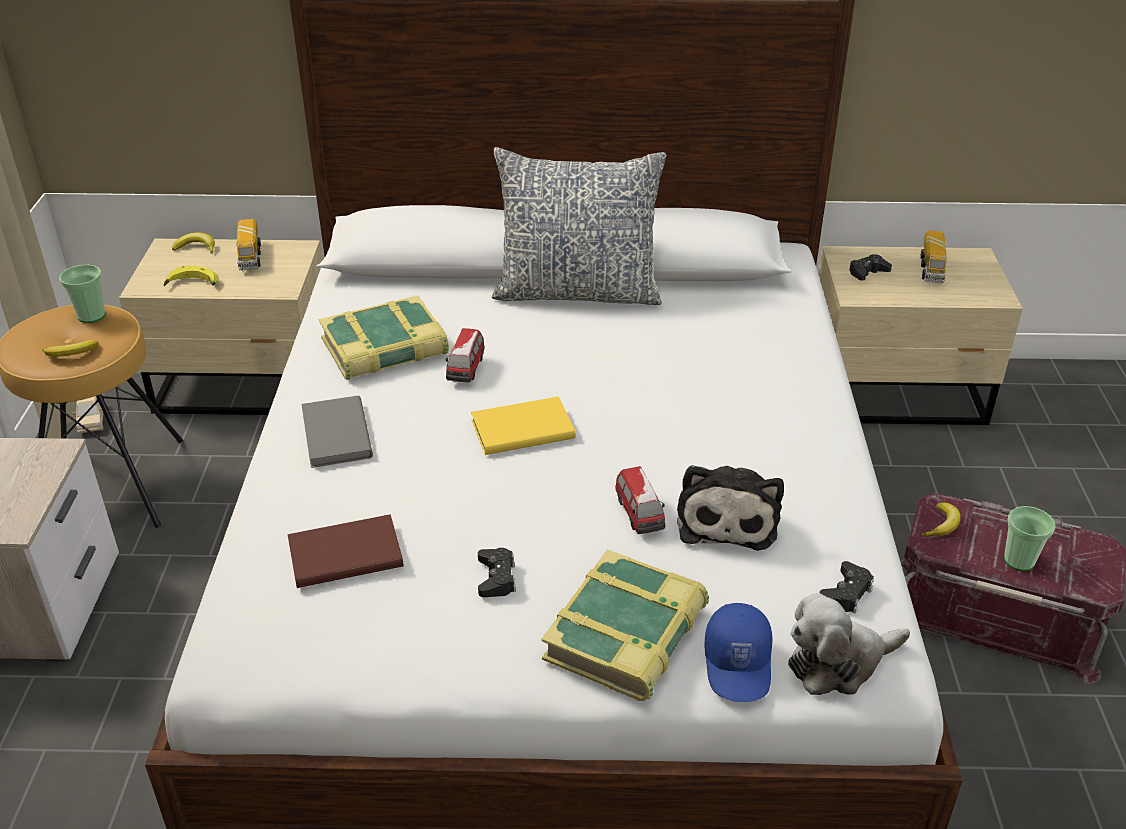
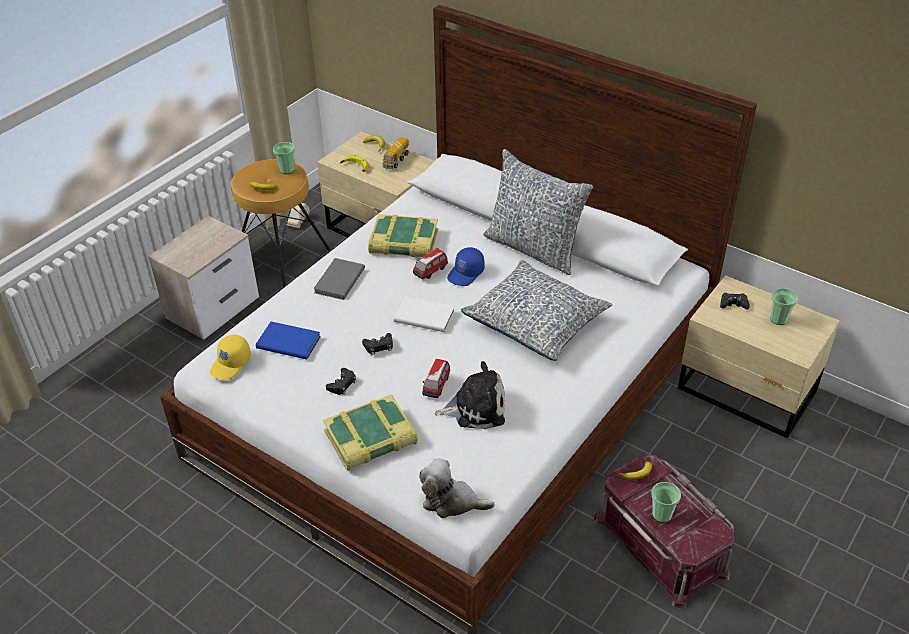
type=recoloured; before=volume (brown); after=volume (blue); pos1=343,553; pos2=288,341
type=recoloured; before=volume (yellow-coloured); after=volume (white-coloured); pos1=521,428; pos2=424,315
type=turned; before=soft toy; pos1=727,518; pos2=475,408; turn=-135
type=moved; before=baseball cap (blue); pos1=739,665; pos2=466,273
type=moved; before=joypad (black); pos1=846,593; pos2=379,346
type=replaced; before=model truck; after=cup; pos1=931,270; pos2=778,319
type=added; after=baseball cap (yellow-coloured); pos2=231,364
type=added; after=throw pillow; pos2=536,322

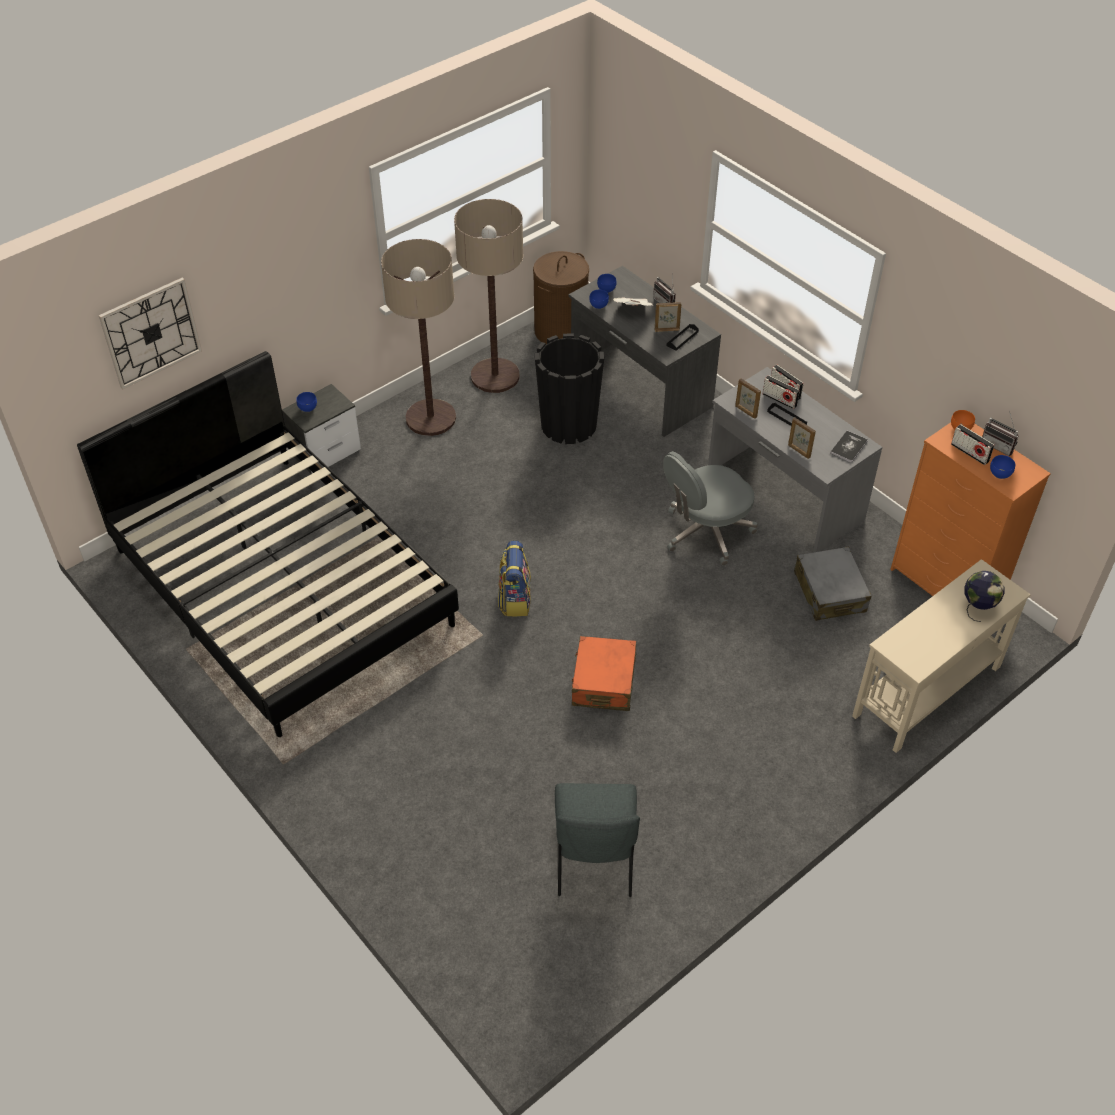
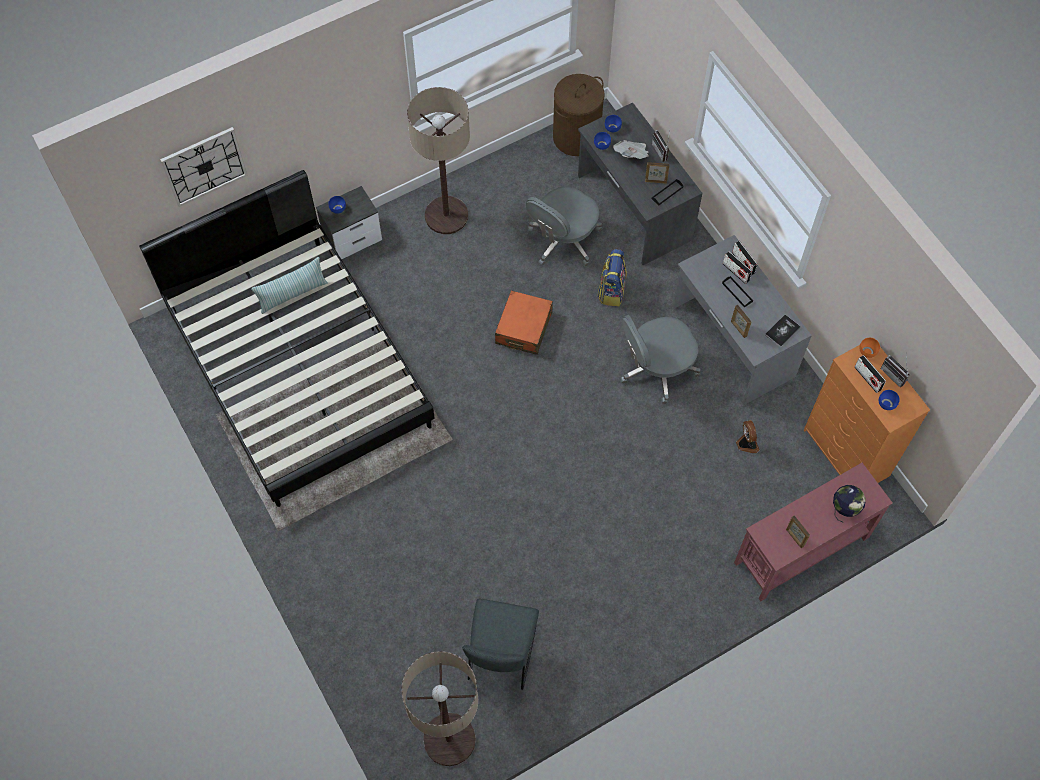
type=moved; before=standard lamp; pos1=495,376; pos2=449,739
type=moved; before=knapsack; pos1=514,599; pos2=611,290
type=replaced; before=planter (black); after=office chair (grey); pos1=568,425; pos2=563,240
type=moved; before=travel case (orange-coloured); pos1=603,682; pos2=523,328
type=moved; before=photo frame; pos1=745,412; pos2=794,538
type=replaced; before=travel case (grey); after=cooling fan; pos1=829,592; pos2=746,443
type=recoloured; before=hall table (sand-coloured); after=hall table (reddish); pos1=926,691; pos2=800,550
type=added; after=throw pillow; pos2=292,294

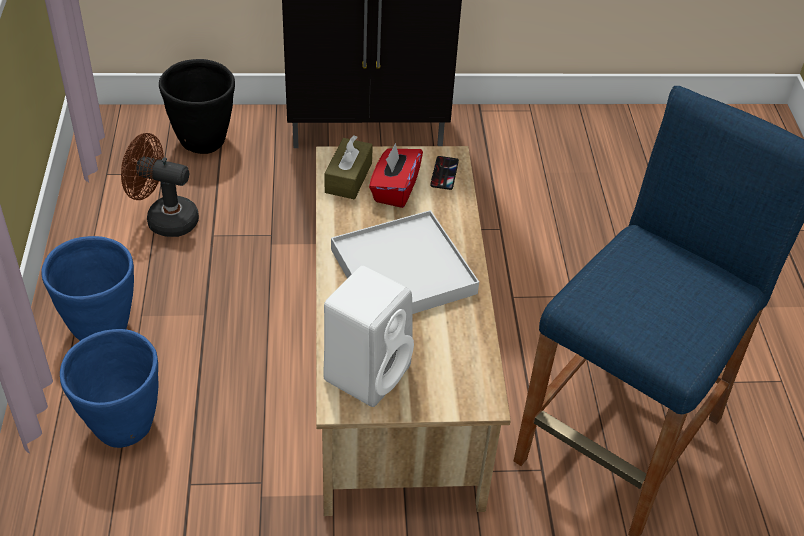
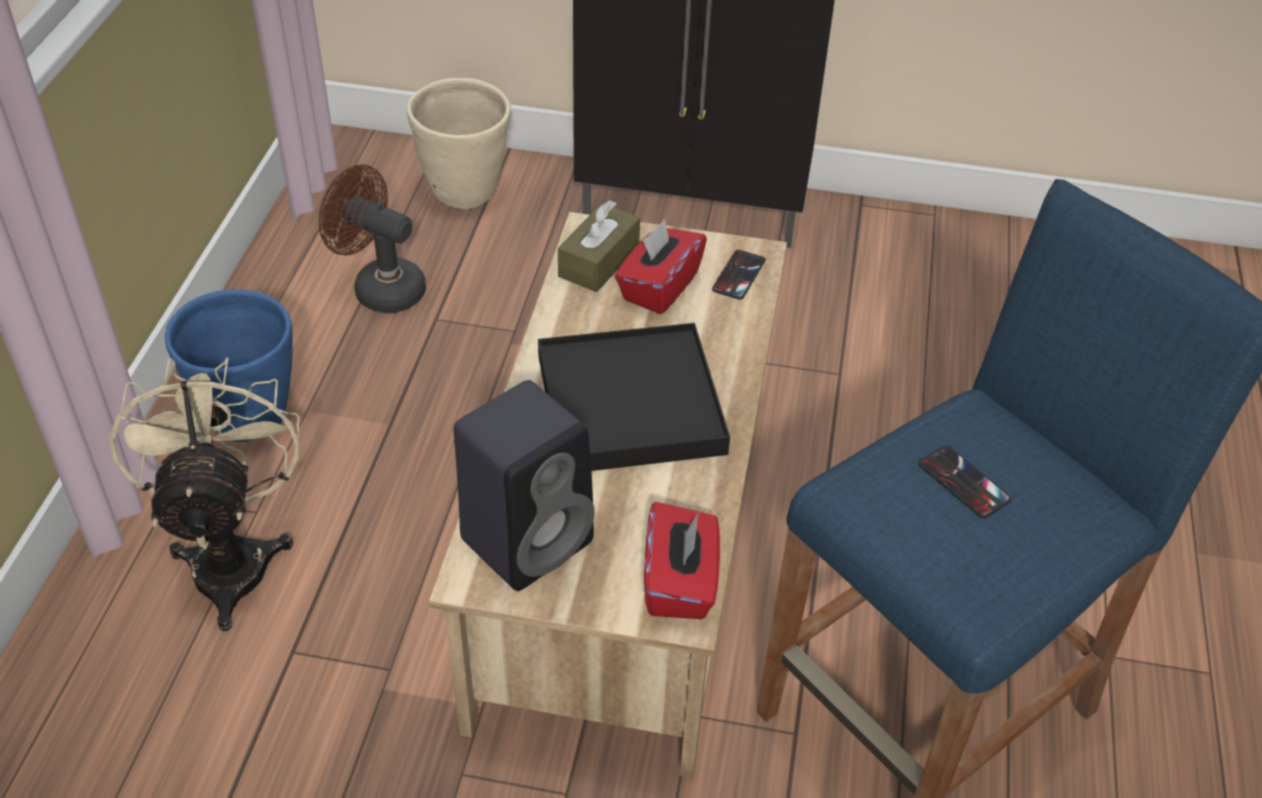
type=replaced; before=planter (blue); after=cooling fan (sand-coloured); pos1=123,427; pos2=232,556
type=recoloured; before=planter (black); after=planter (sand-coloured); pos1=204,142; pos2=465,194
type=recoloured; before=loudspeaker (white-coloured); after=loudspeaker (black); pos1=368,371; pos2=529,538
type=recoloured; before=serving tray (white-coloured); after=serving tray (black); pos1=402,271; pos2=629,404
type=added; after=tissue box (reddish); pos2=680,583
type=added; after=telephone; pos2=963,482

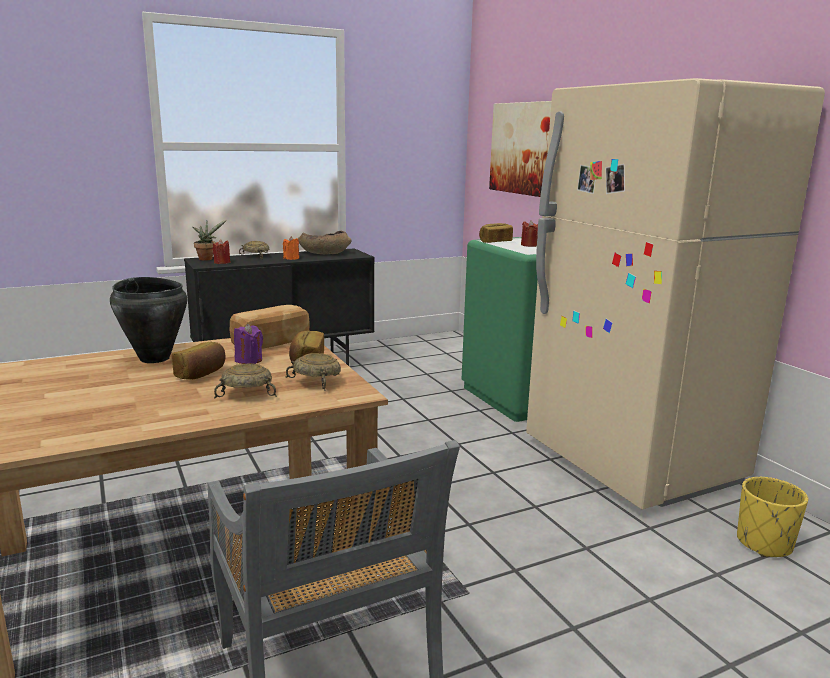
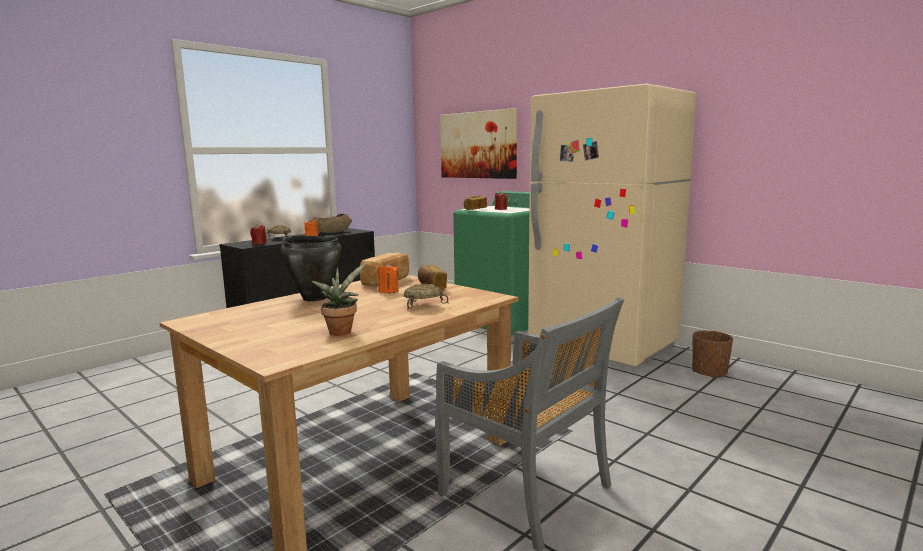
type=removed; before=baked bread; pos1=201,374
type=moved; before=plant in a pot; pos1=207,259; pos2=341,331
type=recoloured; before=wax candle (purplish); after=wax candle (orange-coloured); pos1=249,360; pos2=388,291
type=removed; before=deep dish (sand-coloured); pos1=317,383
type=recoloured; before=planter (yellow-coloured); after=planter (brown); pos1=764,544; pos2=709,372

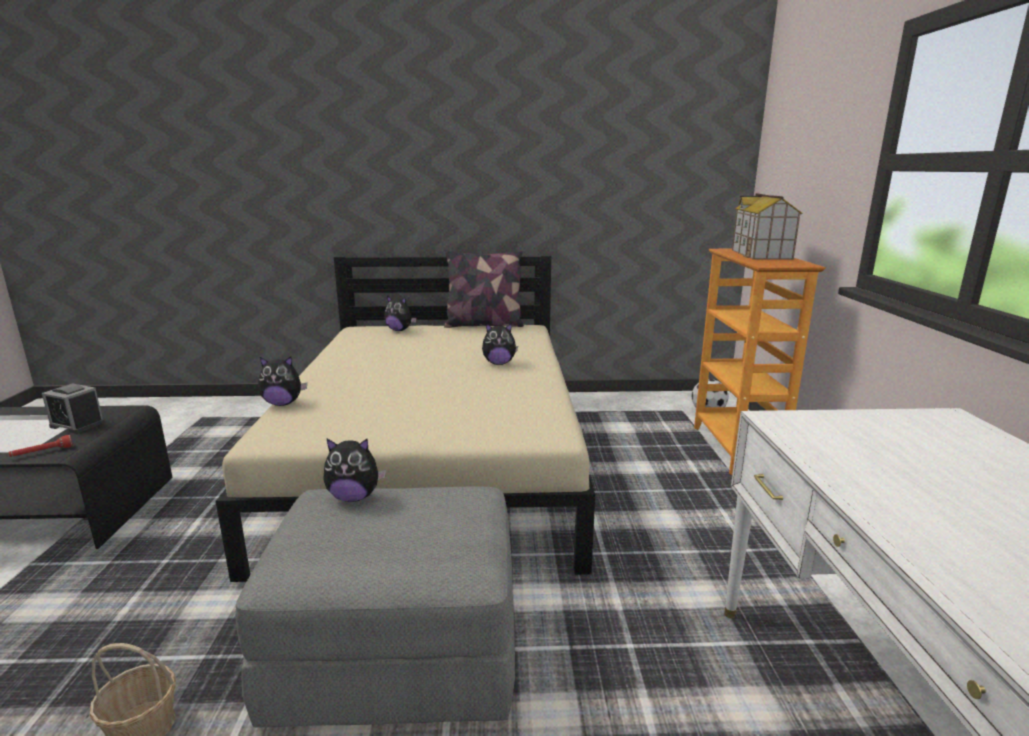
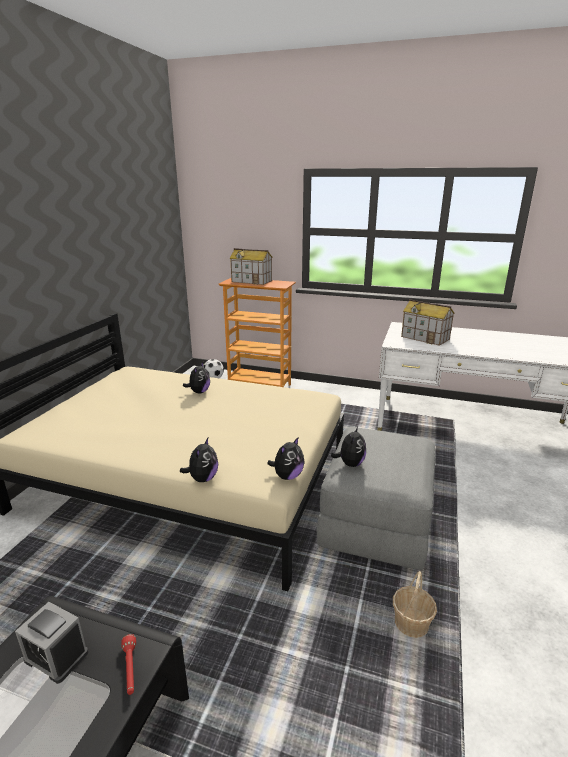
type=turned; before=alarm clock; pos1=77,424; pos2=56,656; turn=75
type=moved; before=soft toy; pos1=399,330; pos2=287,476
type=removed; before=throw pillow; pos1=484,324
type=added; after=toy house; pos2=425,338

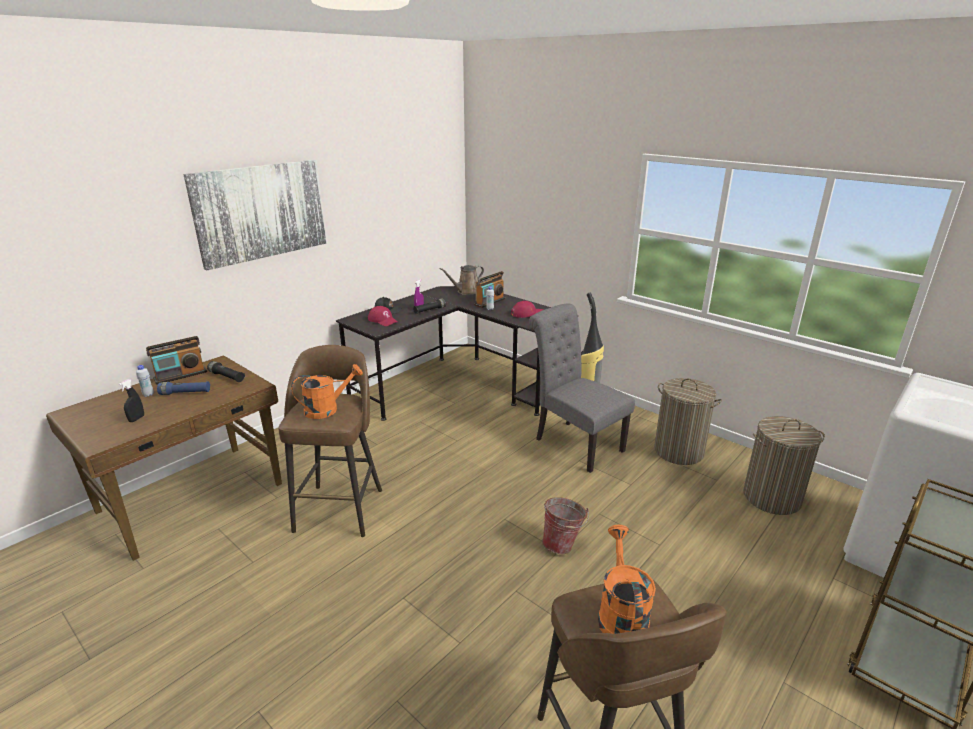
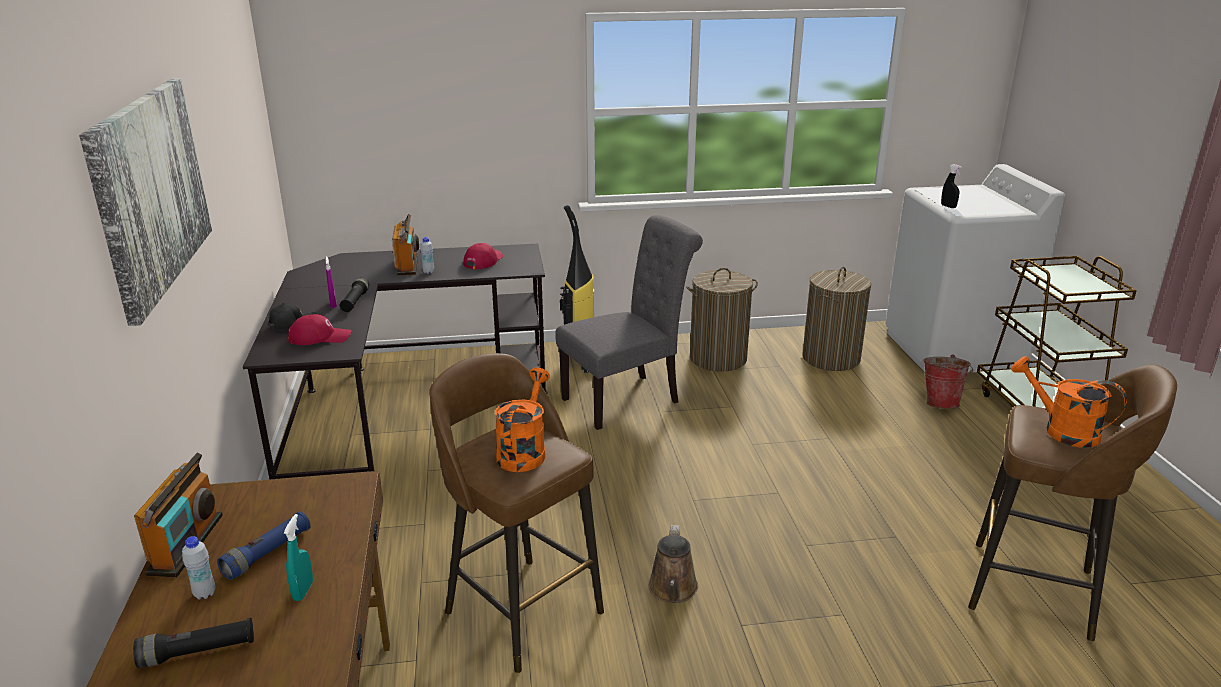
type=moved; before=hand sprayer (black); pos1=136,419; pos2=948,206
type=moved; before=torch (black); pos1=227,377; pos2=198,652
type=moved; before=watering can (brown); pos1=466,291; pos2=673,590
type=turned; before=chair (grey); pos1=574,443; pos2=627,399; turn=150
type=moved; before=bucket; pos1=563,544; pos2=941,403
type=added; after=hand sprayer (turquoise-coloured); pos2=303,591

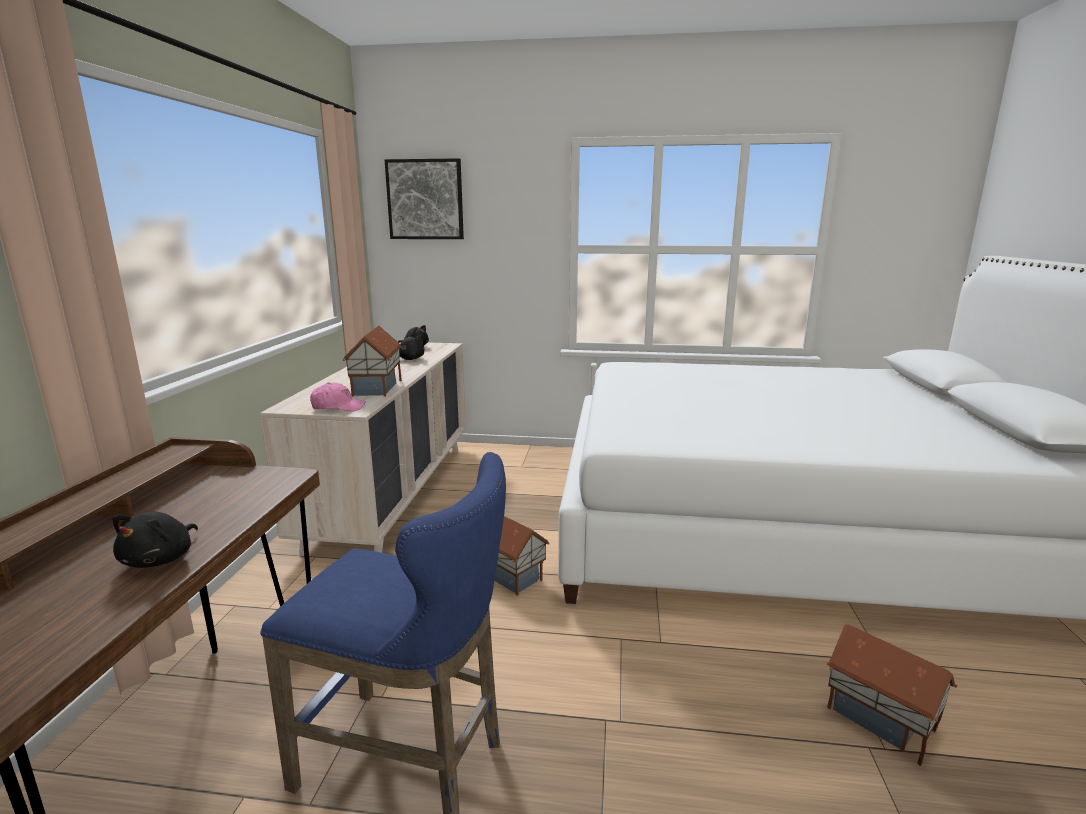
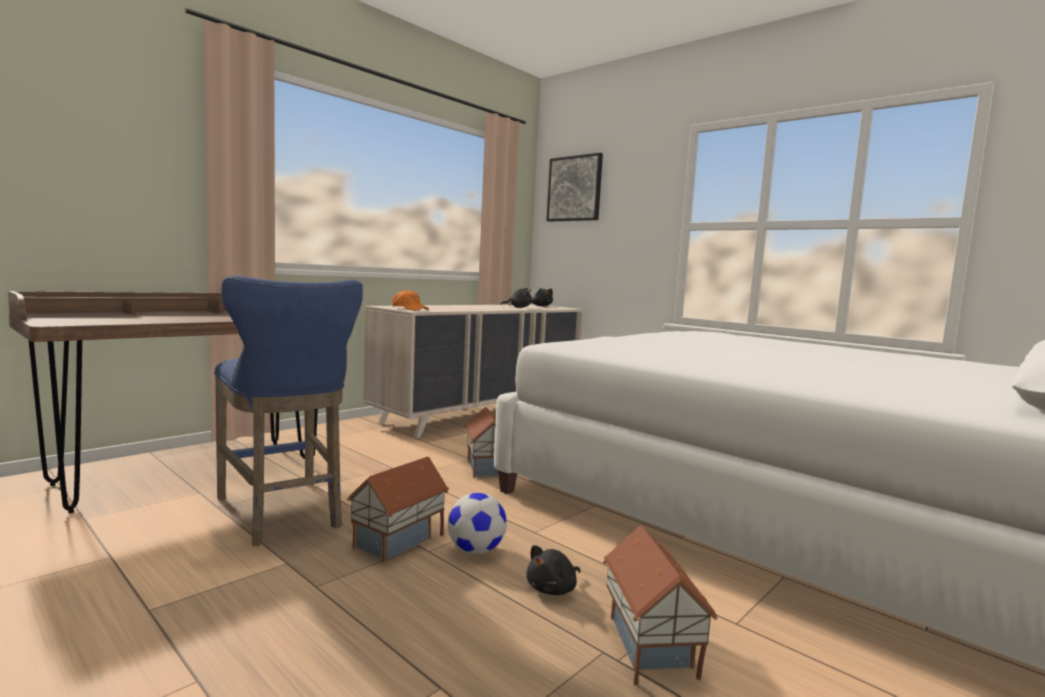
type=moved; before=soft toy (black); pos1=161,559; pos2=553,589
type=recoloured; before=baseball cap (pinkish); after=baseball cap (orange-coloured); pos1=338,407; pos2=409,309
type=moved; before=toy house; pos1=378,388; pos2=400,541
type=added; after=football; pos2=475,550

